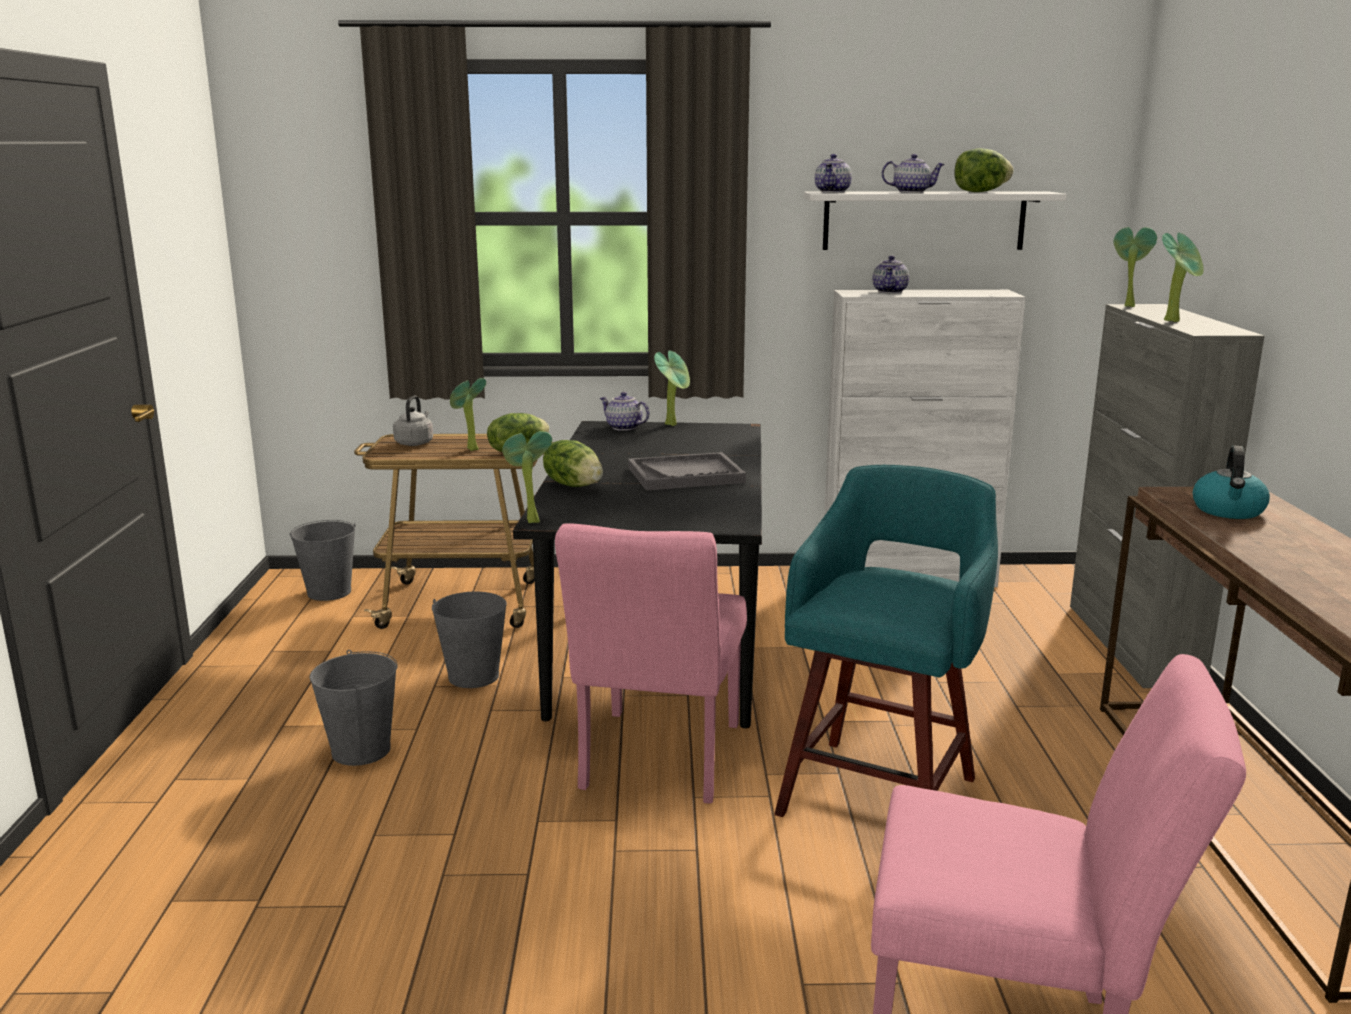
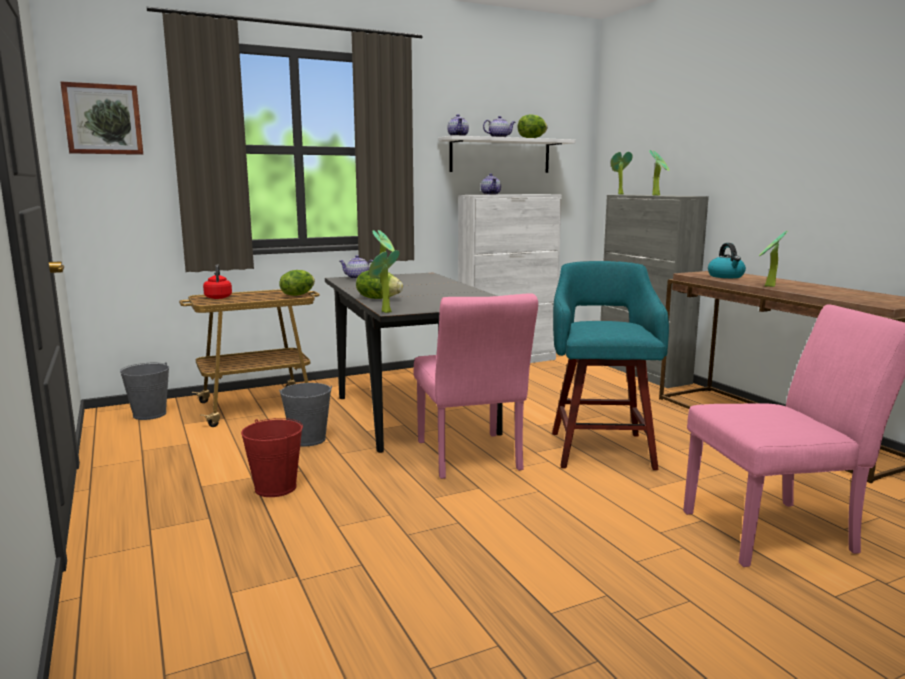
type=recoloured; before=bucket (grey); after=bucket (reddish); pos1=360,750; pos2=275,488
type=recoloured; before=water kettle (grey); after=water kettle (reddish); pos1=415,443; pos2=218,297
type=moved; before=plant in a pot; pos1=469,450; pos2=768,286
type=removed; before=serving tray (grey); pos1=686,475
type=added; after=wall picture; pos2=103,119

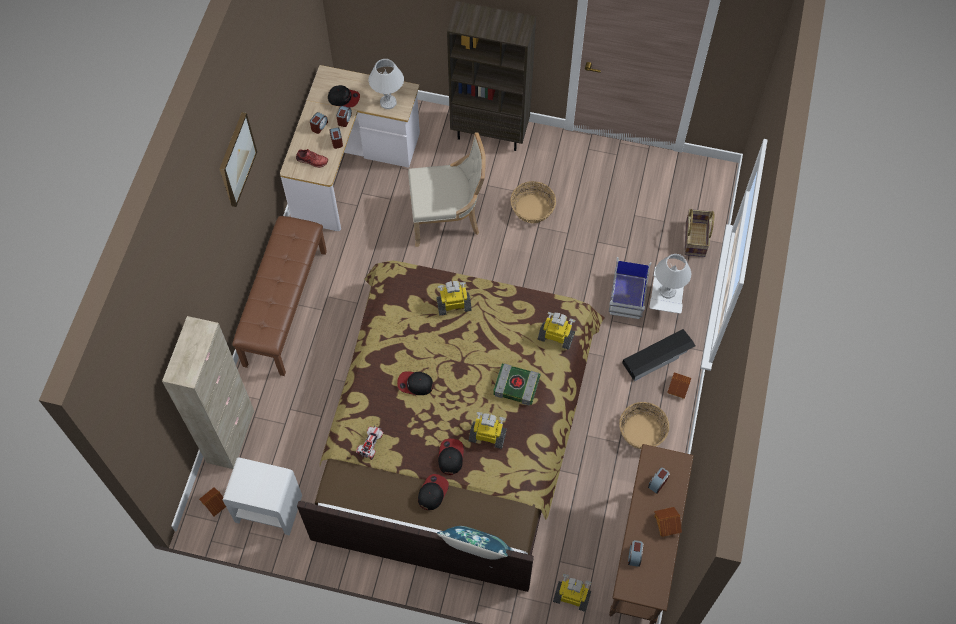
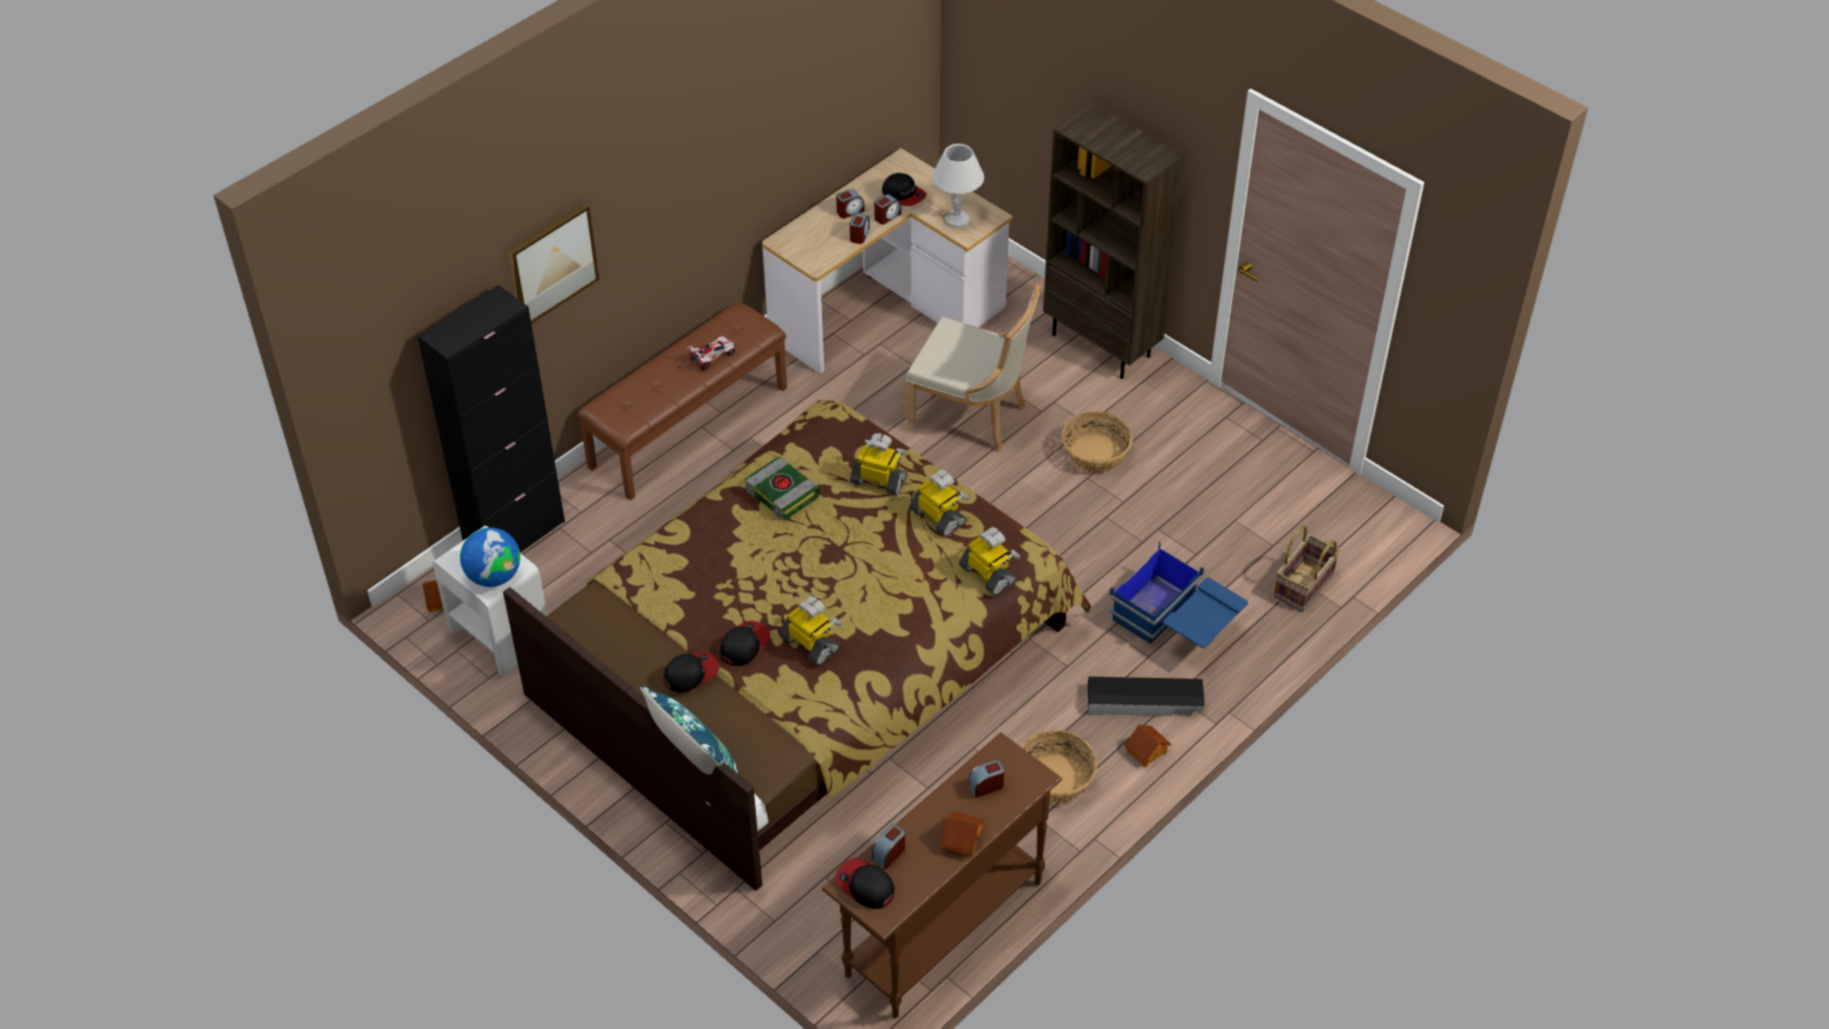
type=recoloured; before=cabinet (sand-coloured); after=cabinet (black); pos1=231,436; pos2=515,536
type=moved; before=wall picture; pos1=236,159; pos2=552,263
type=removed; before=low shoe (reddish); pos1=312,161
type=moved; before=toy car; pos1=370,445; pos2=712,357
type=moved; before=baseball cap; pos1=415,384; pos2=865,885
type=moved; before=volume; pos1=517,386; pos2=784,494
type=moved; before=robot figure; pos1=572,596; pos2=939,517
type=recoloured; before=storage box (white-coloured); after=storage box (blue); pos1=645,300; pos2=1176,626
type=removed; before=lamp for a table (white-coloured); pos1=668,291
type=added; after=globe; pos2=494,576

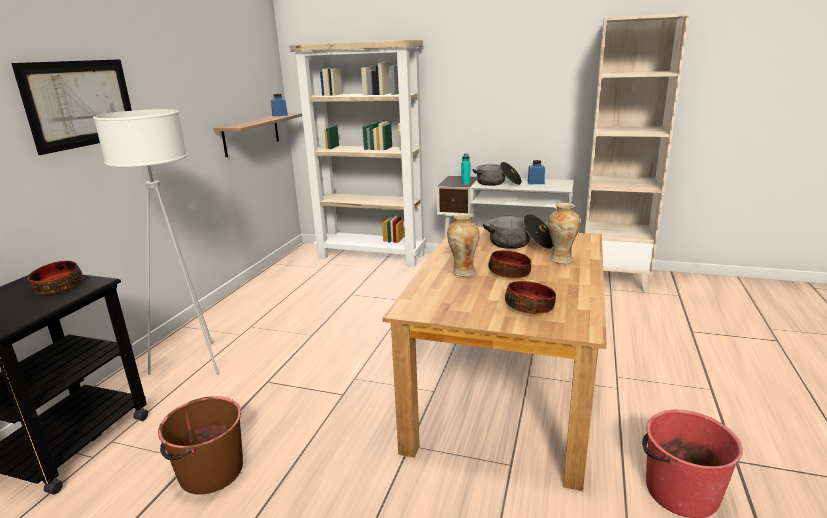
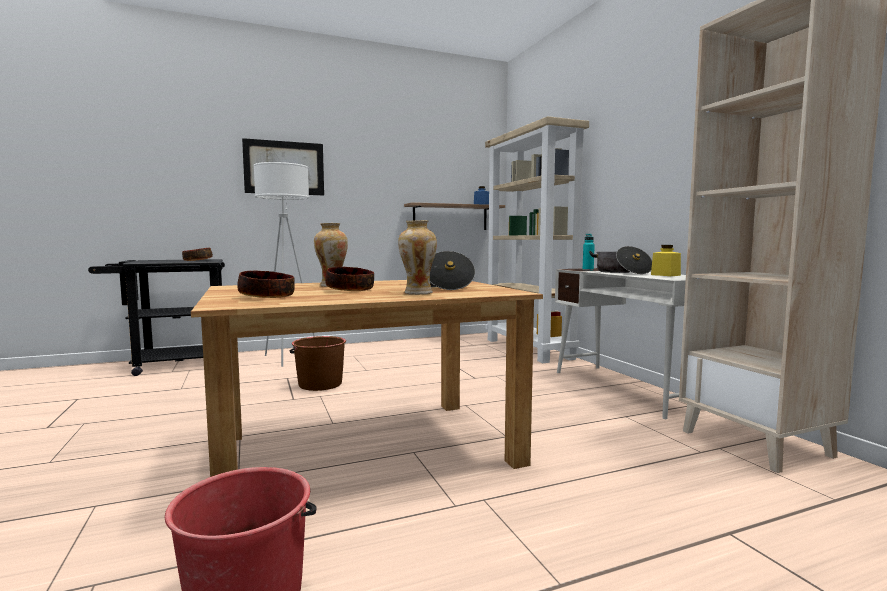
type=moved; before=bucket (brown); pos1=210,472; pos2=319,384
type=recoloured; before=jar (blue); after=jar (yellow-coloured); pos1=536,182; pos2=665,275

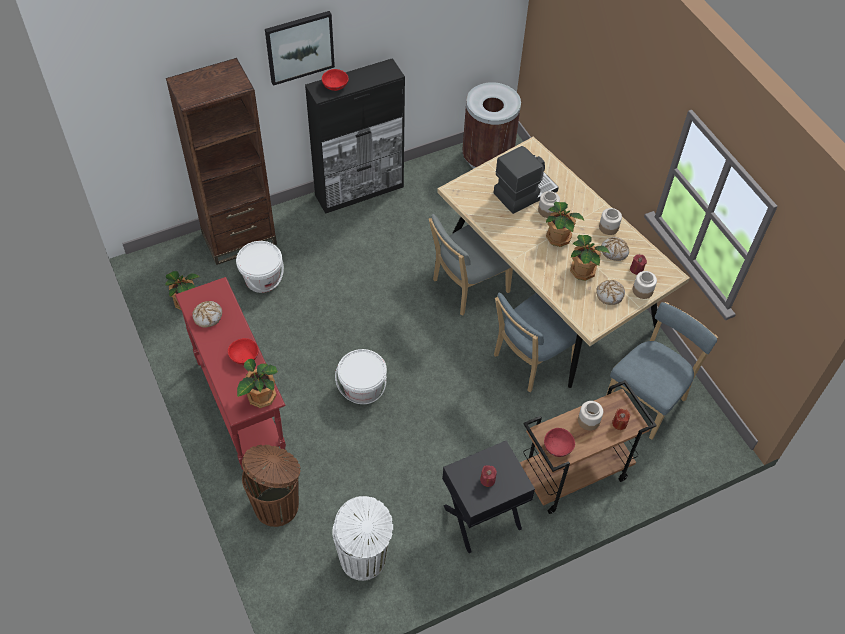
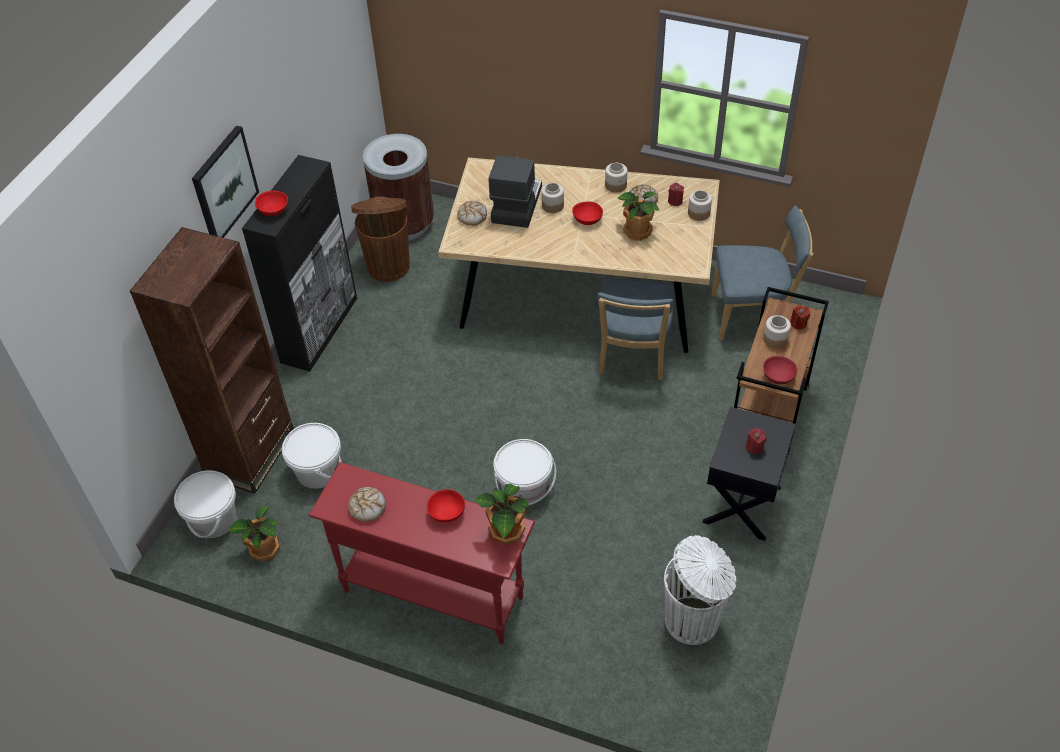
type=moved; before=trash can (brown); pos1=277,505; pos2=388,266
type=removed; before=chair (grey); pos1=467,287
type=replaced; before=plant in a pot; after=deep dish (reddish); pos1=559,237; pos2=587,219
type=moved; before=baked bread; pos1=610,294; pos2=472,216
type=turned; before=chair (blue); pos1=647,400; pos2=752,316; turn=90
type=added; after=bucket (white-coloured); pos2=214,519

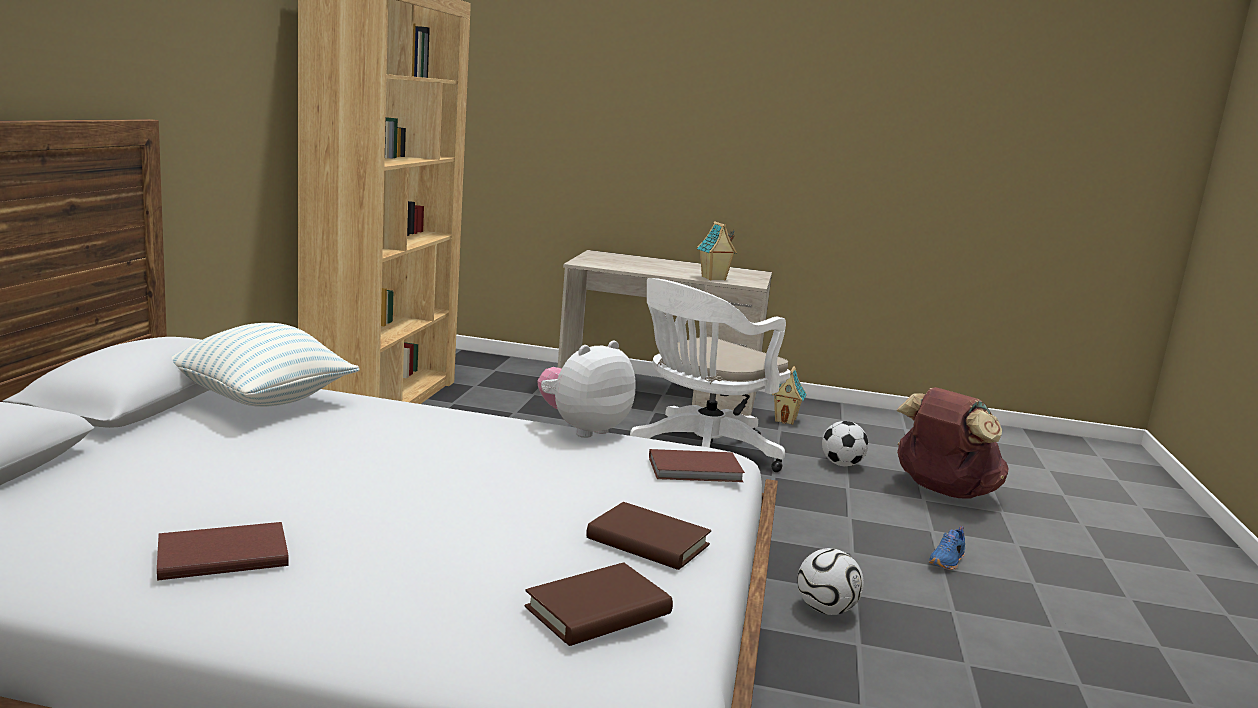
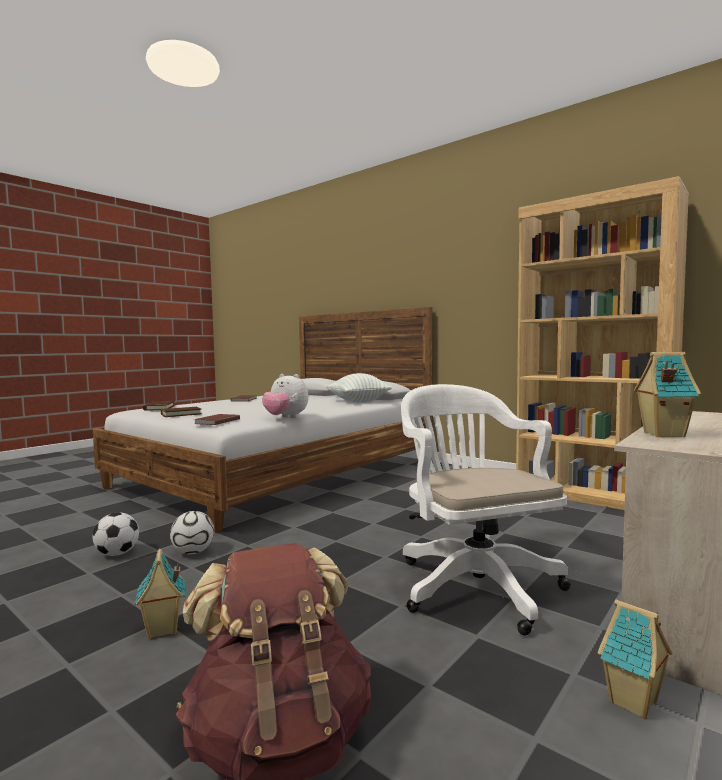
type=turned; before=soft toy; pos1=583,429; pos2=286,418; turn=135
type=moved; before=football; pos1=841,464; pos2=117,554
type=replaced; before=low shoe (blue); after=toy house; pos1=947,561; pos2=162,630

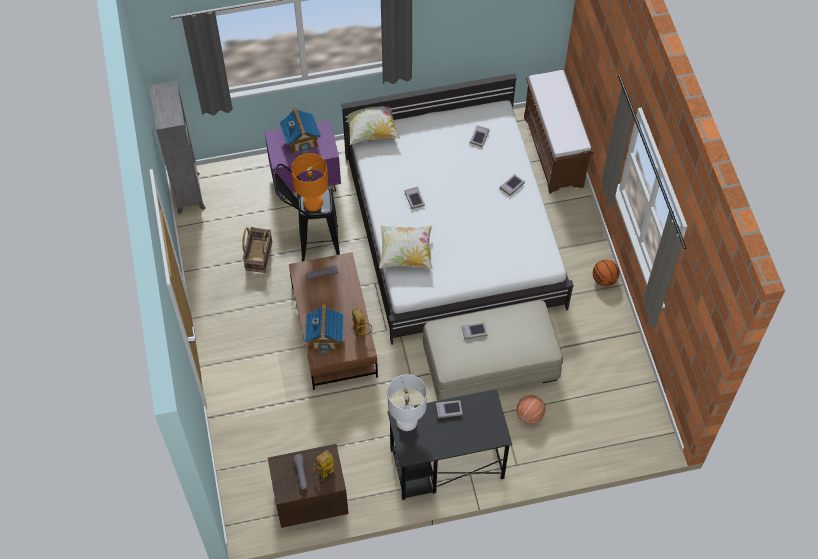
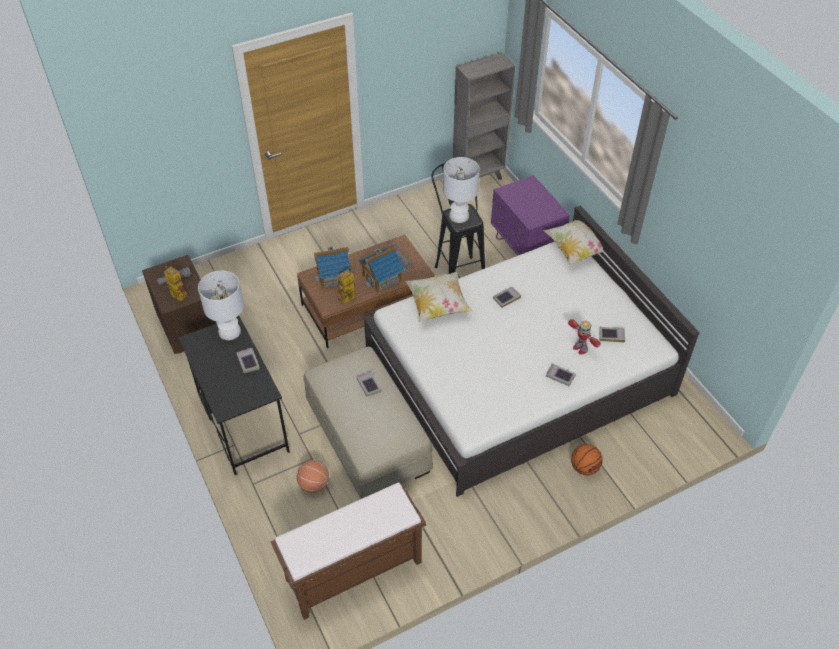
type=removed; before=storage basket; pos1=258,256
type=moved; before=toy house; pos1=301,139; pos2=382,278
type=recoloured; before=lamp for a table (orange-coloured); after=lamp for a table (white-coloured); pos1=312,202; pos2=459,215
type=moved; before=long seat (brown); pos1=554,152; pos2=353,572
type=moved; before=basketball ball; pos1=604,279; pos2=584,468
type=added; after=robot figure; pos2=580,348

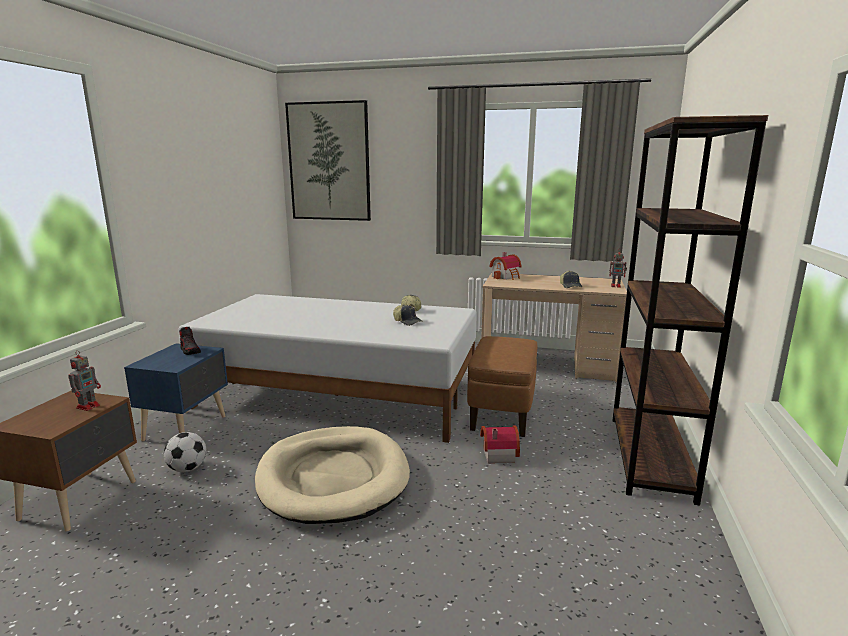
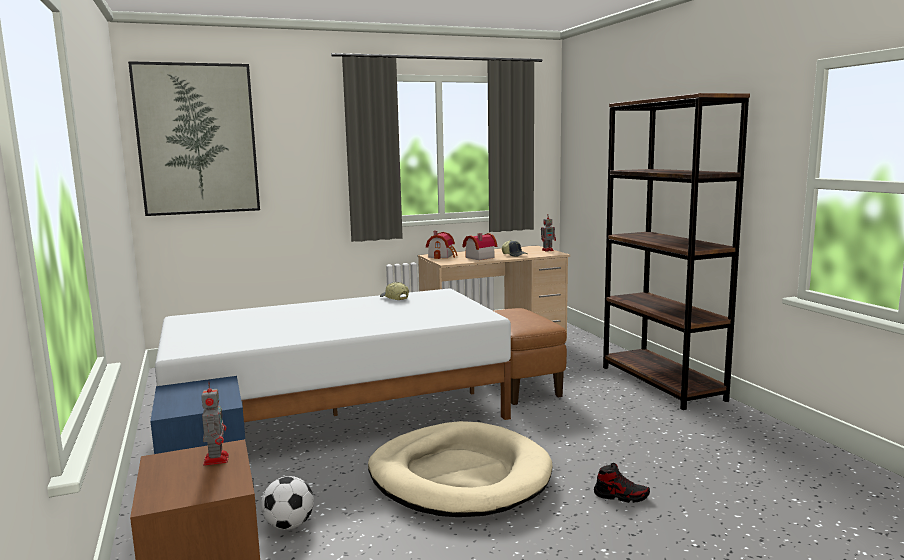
type=moved; before=low shoe; pos1=190,351; pos2=621,496
type=removed; before=baseball cap; pos1=408,321
type=moved; before=toy house; pos1=497,454; pos2=478,257

